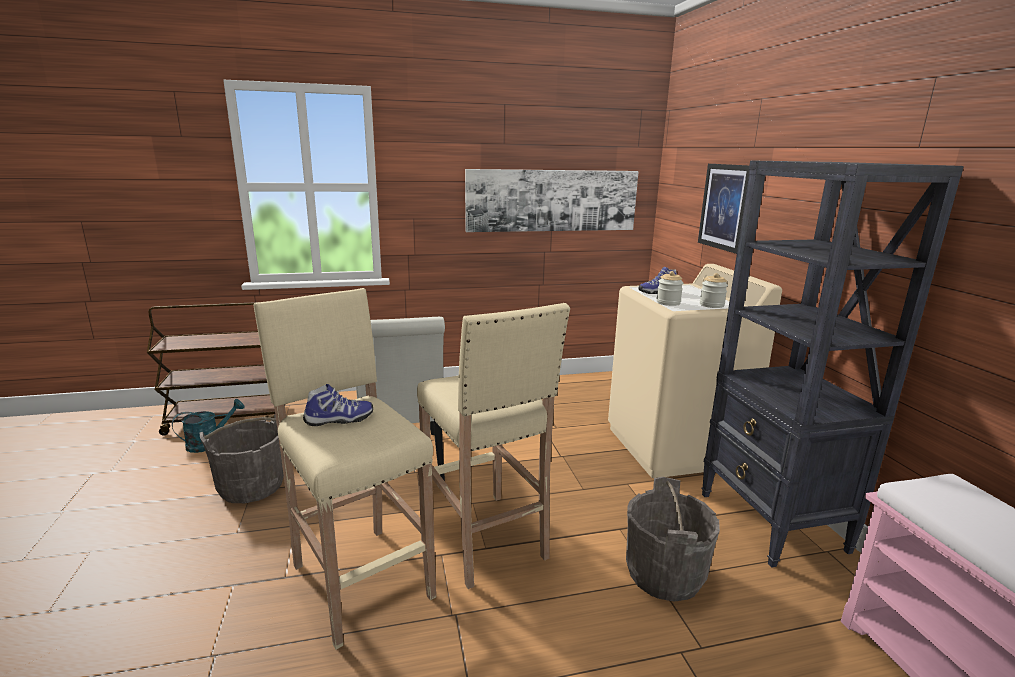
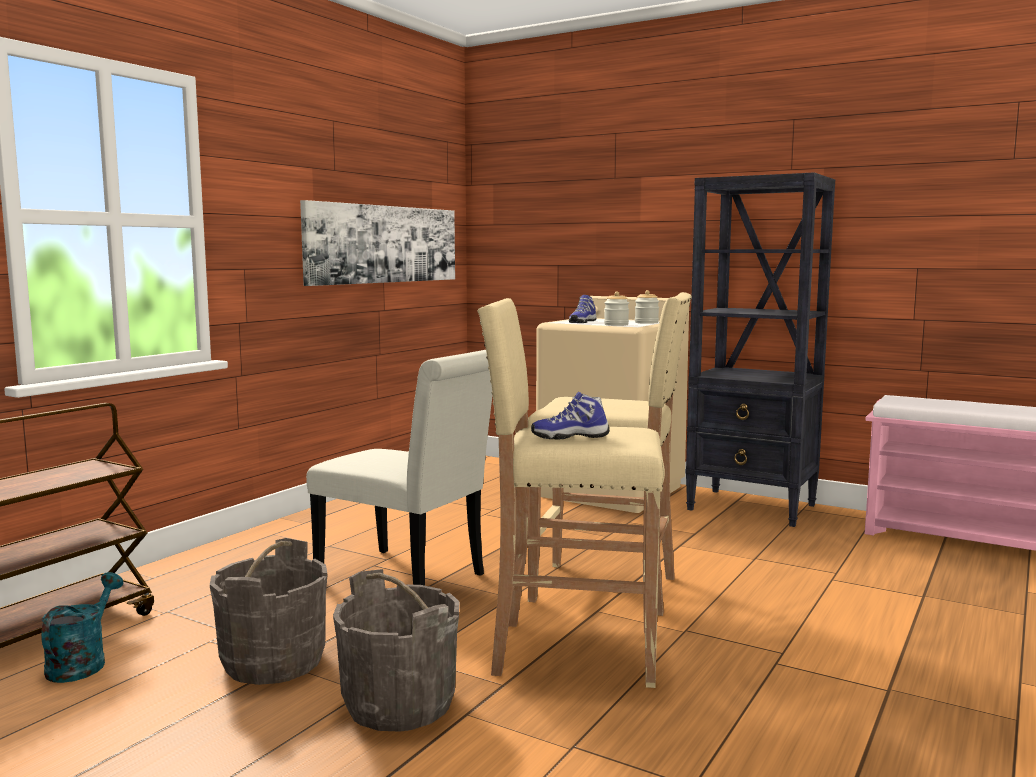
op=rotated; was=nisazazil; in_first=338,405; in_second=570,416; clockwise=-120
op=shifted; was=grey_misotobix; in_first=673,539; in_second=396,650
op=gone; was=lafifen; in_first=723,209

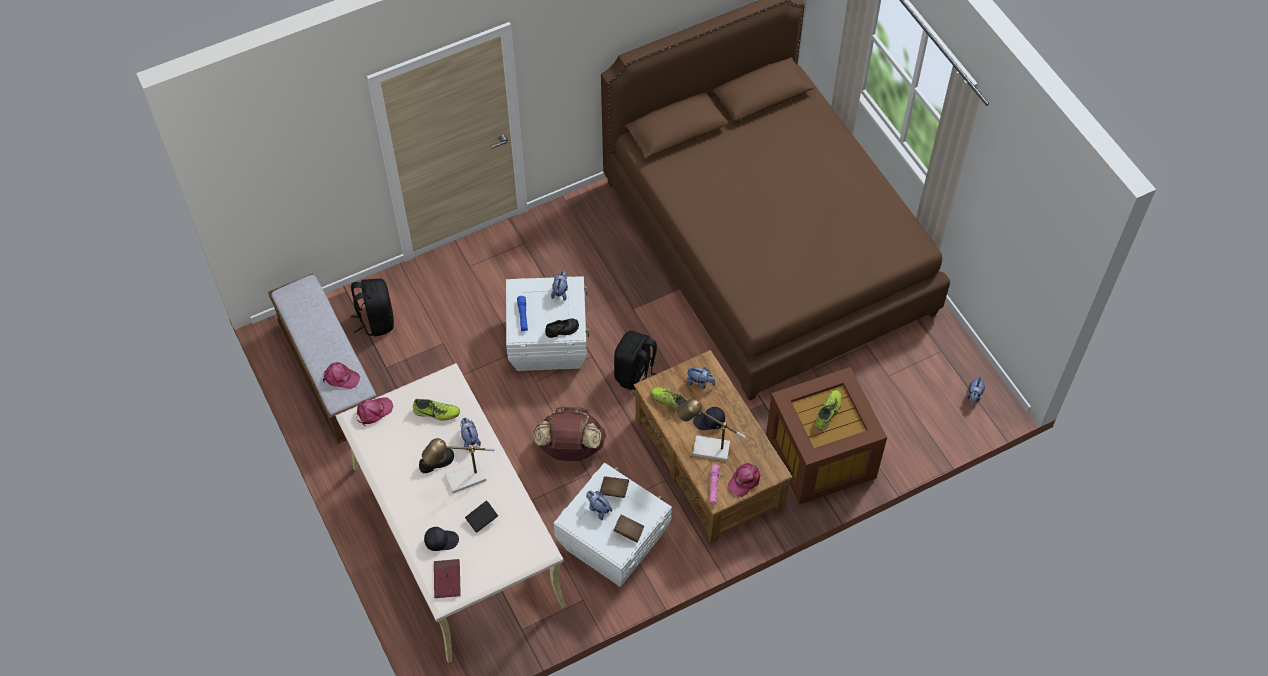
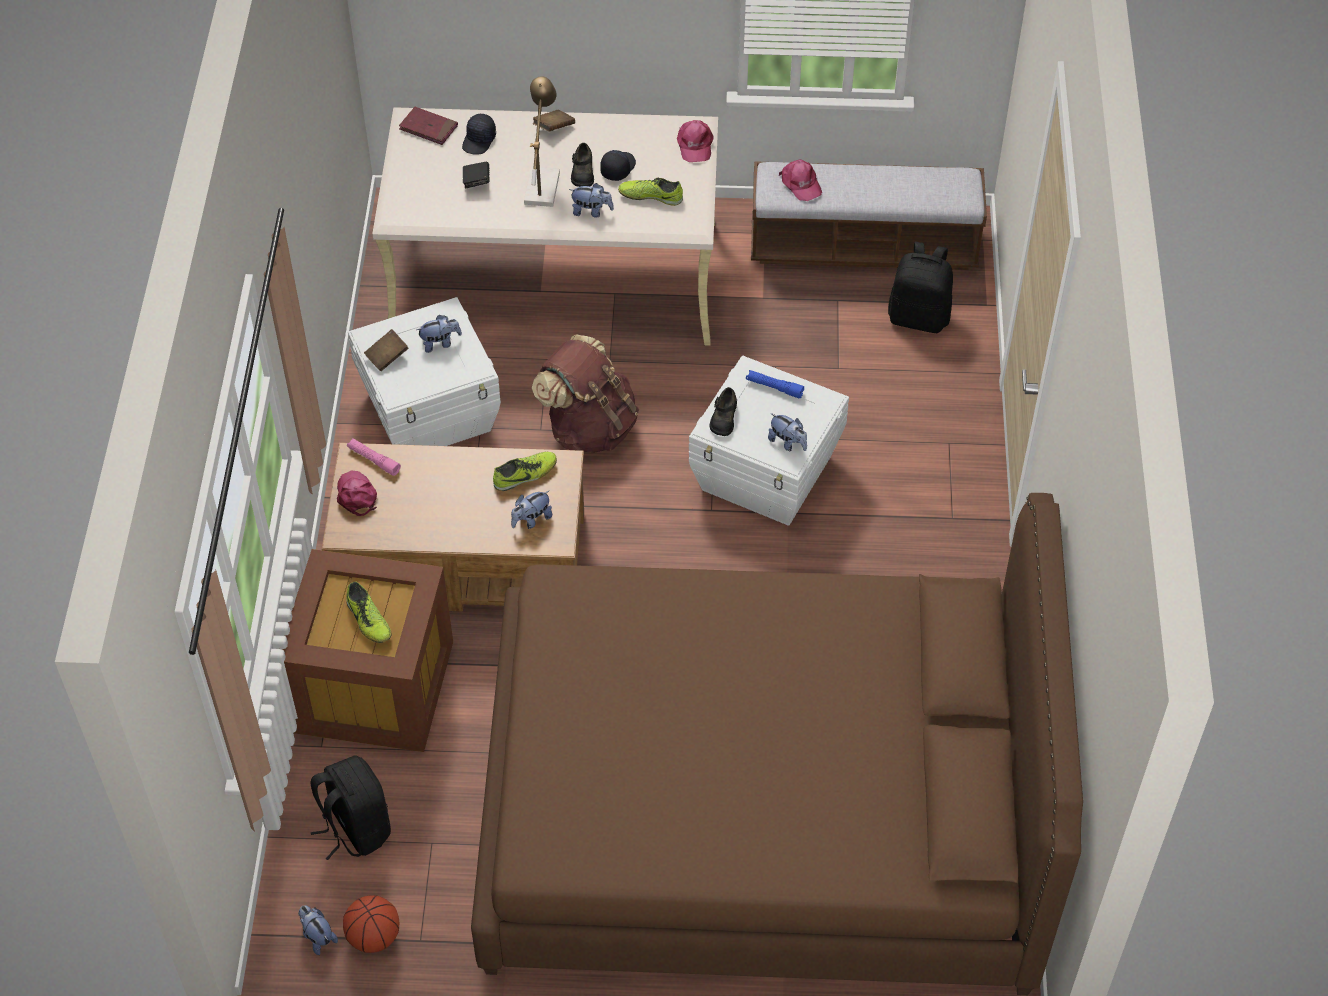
op=rotated; was=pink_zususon; in_first=341,375; in_second=800,180; clockwise=-75
op=rotated; was=nisazazil; in_first=436,410; in_second=650,192; clockwise=60
op=shifted; was=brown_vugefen; in_first=614,487; in_second=554,121
op=shifted; was=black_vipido; in_first=635,360; in_second=350,808
op=gone; was=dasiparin; in_first=711,430
op=shifted; was=black_zususon; in_first=709,418; in_second=618,165
op=new; now=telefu; in_second=371,924

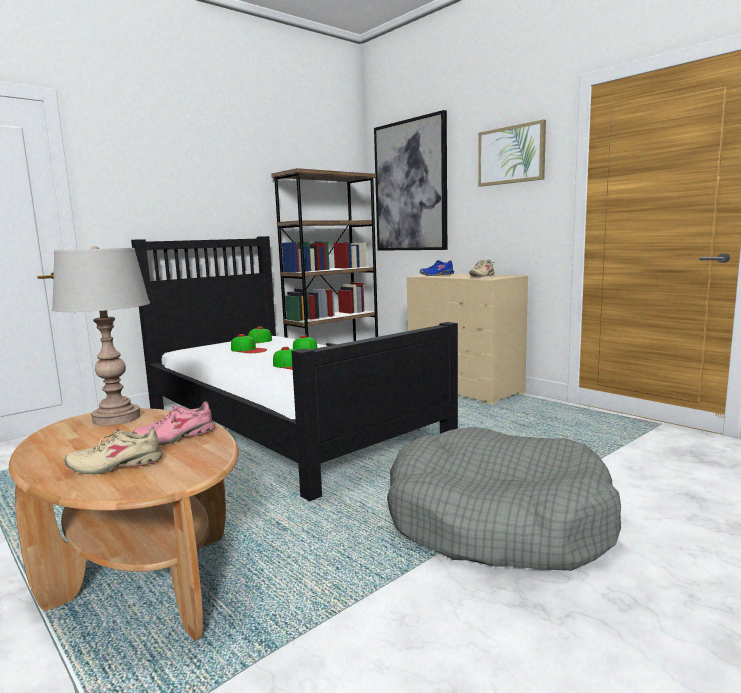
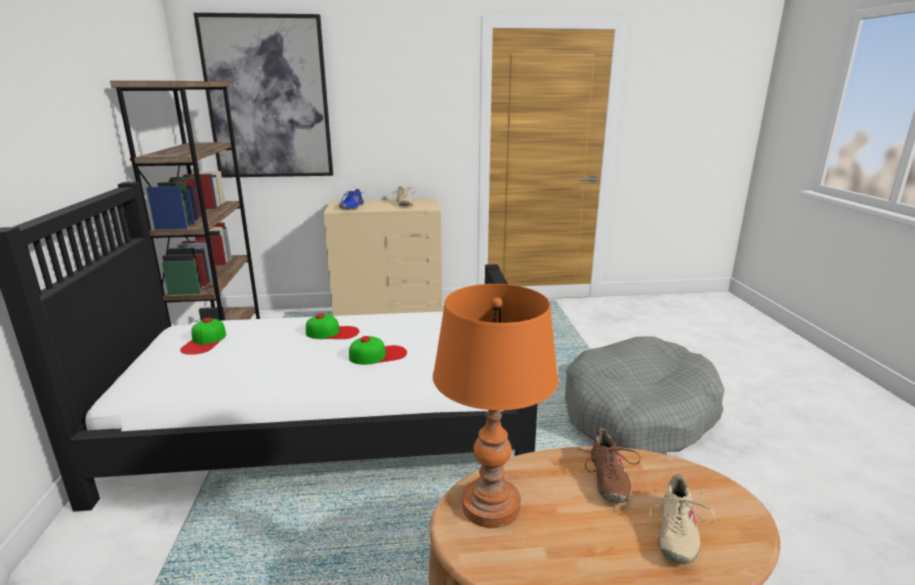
op=repainted; was=grey_dasiparin; now=orange_dasiparin; in_first=101,336; in_second=496,406
op=repainted; was=pink_nisazazil; now=brown_nisazazil; in_first=174,423; in_second=609,465
op=gone; was=zususon; in_first=249,343
op=gone; was=lafifen; in_first=512,153

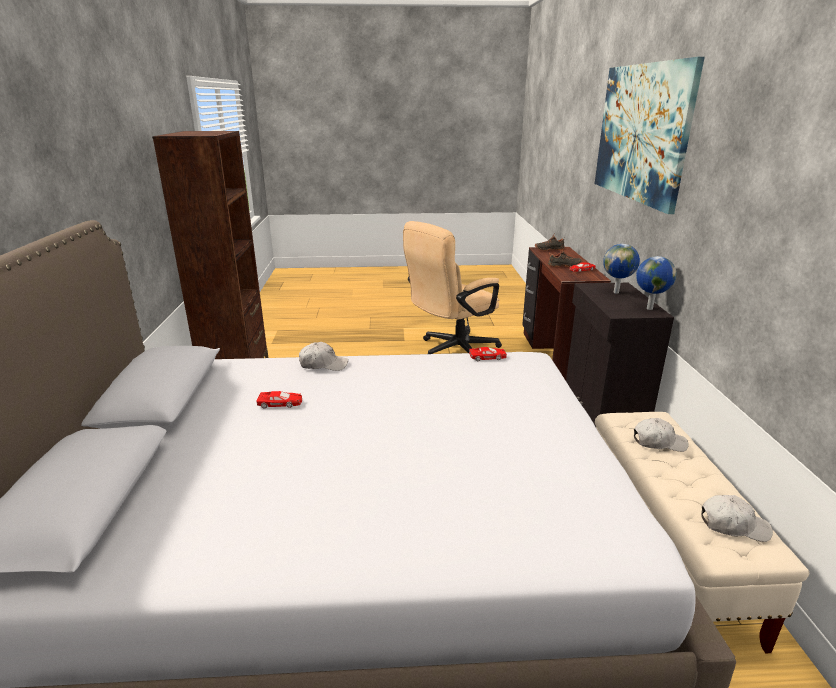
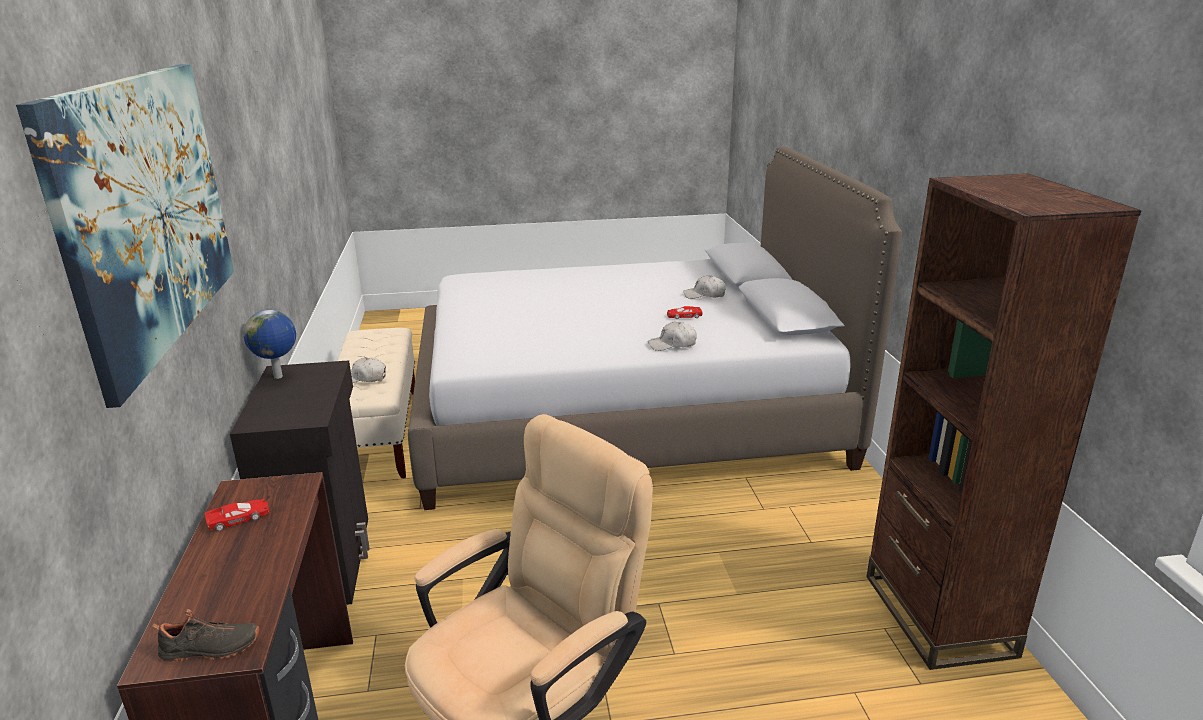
op=gone; was=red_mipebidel; in_first=488,354
op=gone; was=black_nisazazil; in_first=565,257
op=gone; was=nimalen; in_first=621,269
op=shifted; was=white_zususon; in_first=737,518; in_second=704,287

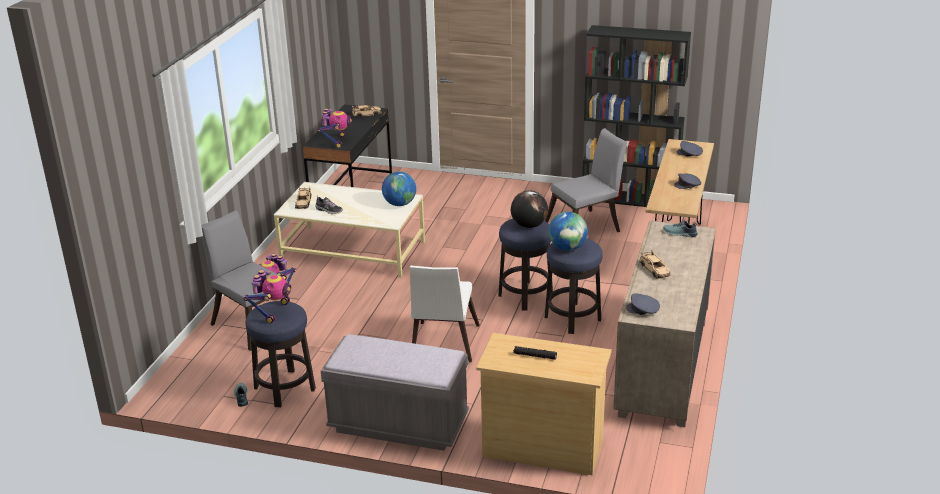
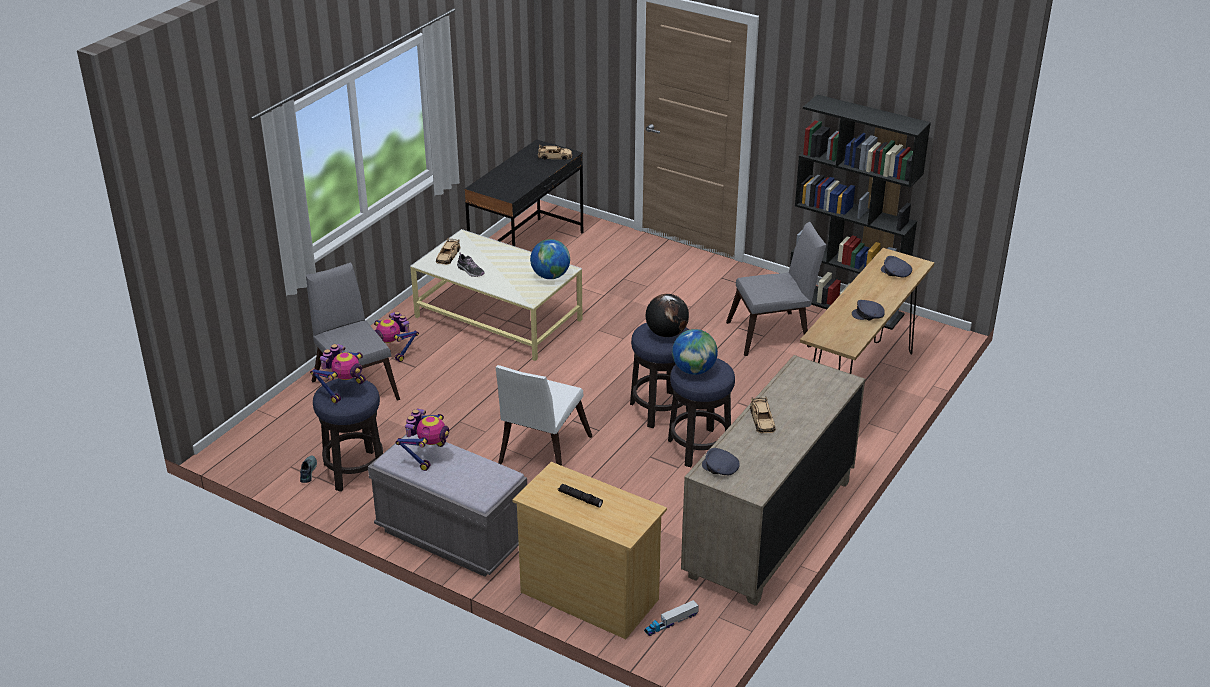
op=shifted; was=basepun; in_first=334,128; in_second=422,440
op=gone; was=nisazazil; in_first=680,229
op=new; now=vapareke; in_second=671,618

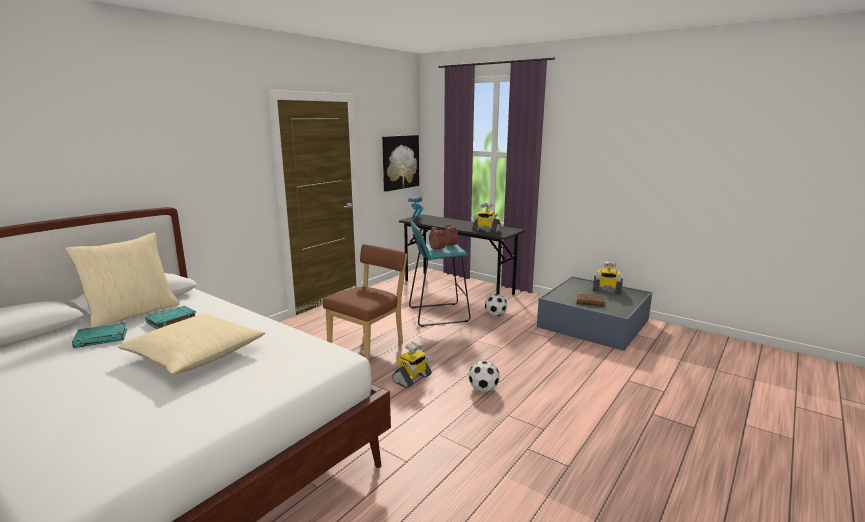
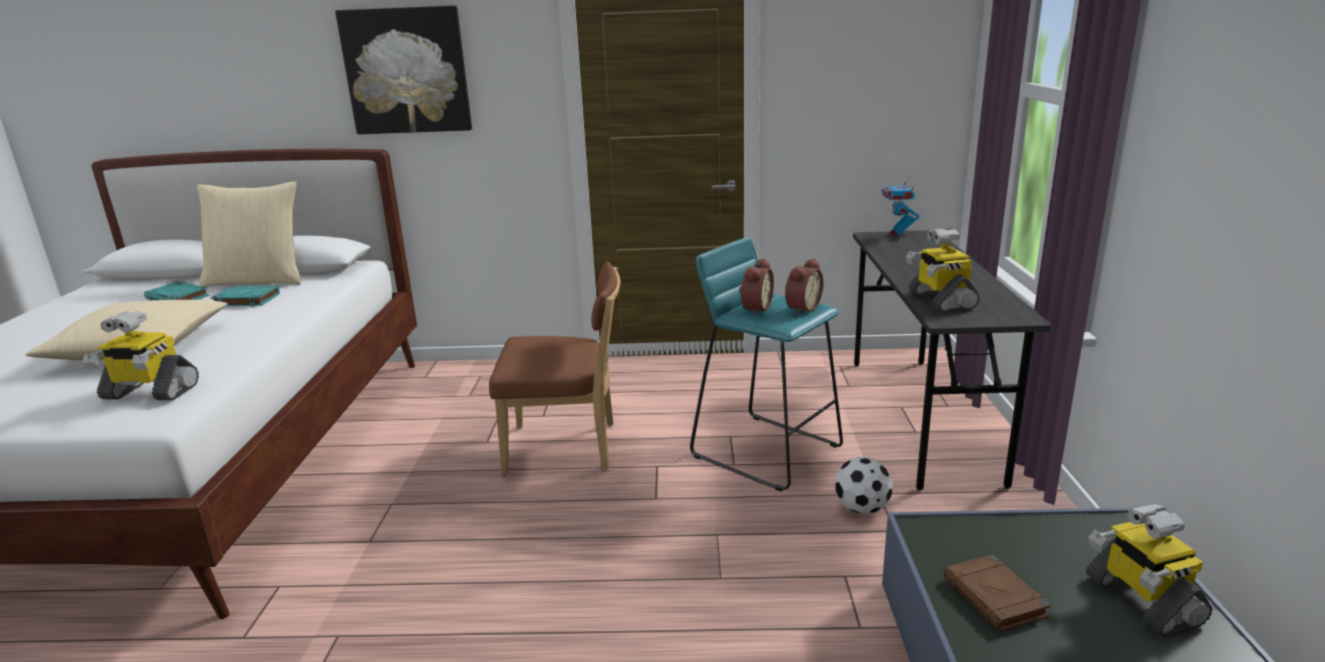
op=shifted; was=lafifen; in_first=400,163; in_second=403,70
op=shifted; was=basepun; in_first=412,365; in_second=140,355
op=gone; was=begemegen; in_first=484,376

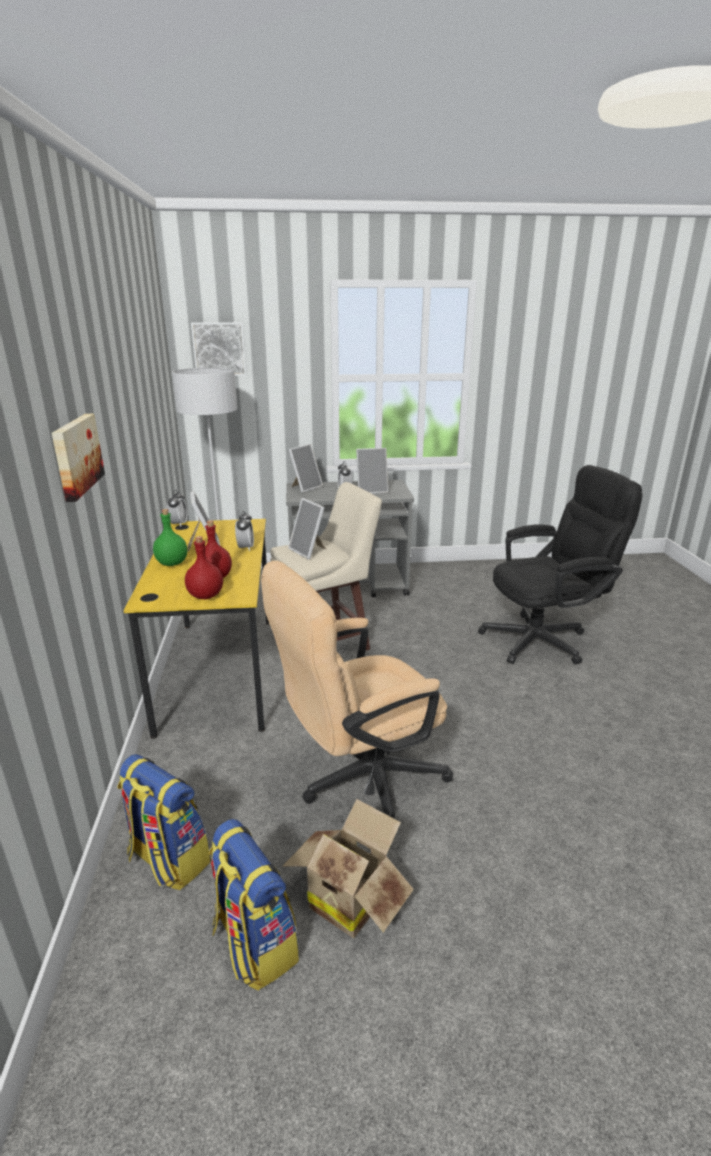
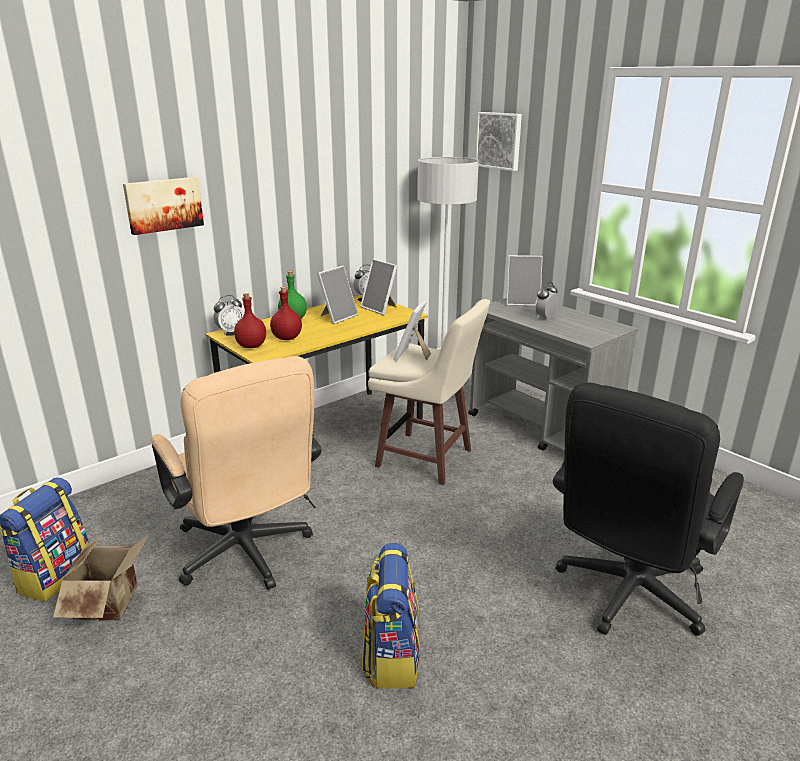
op=shifted; was=vipido; in_first=164,822; in_second=391,616
op=shifted; was=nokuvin; in_first=244,530; in_second=229,315
op=rotated; was=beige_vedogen; in_first=357,690; in_second=237,473; clockwise=-150
op=shifted; was=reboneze; in_first=372,471; in_second=378,287
op=rotated; was=black_vedogen; in_first=560,564; in_second=648,509; clockwise=90

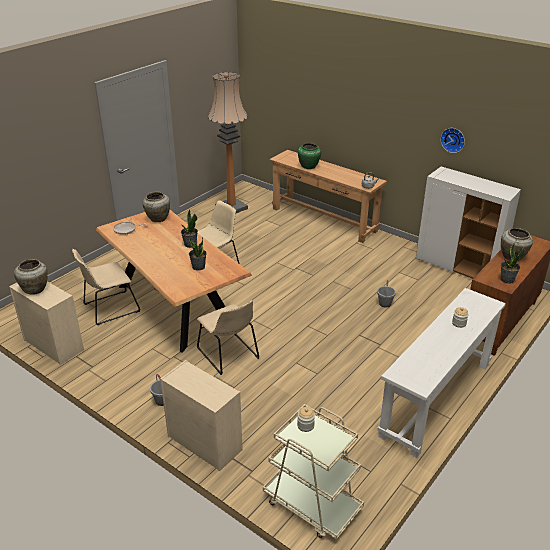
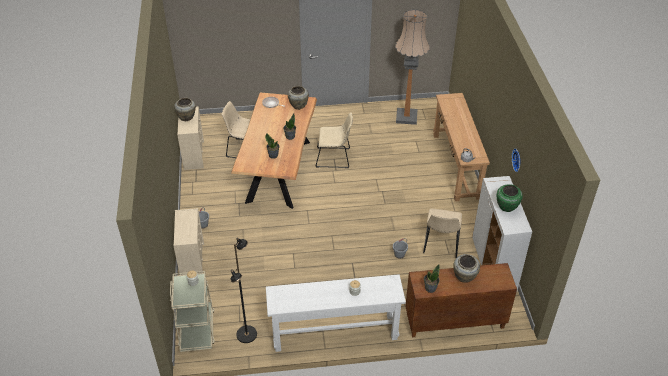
op=shifted; was=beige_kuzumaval; in_first=228,337; in_second=442,233
op=shifted; was=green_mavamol; in_first=309,156; in_second=510,198
op=new; now=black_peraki; in_second=244,290

